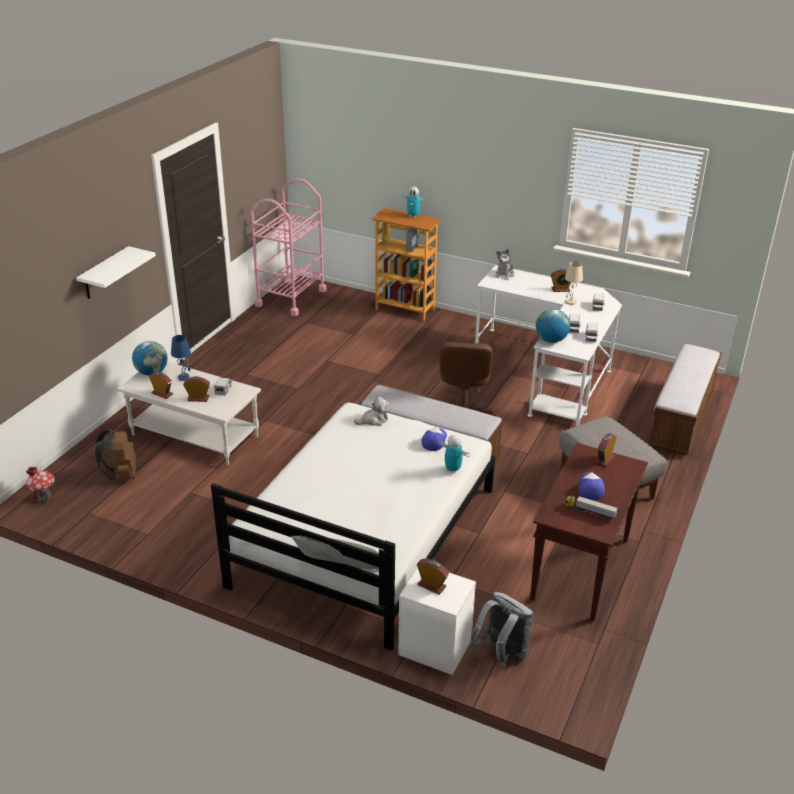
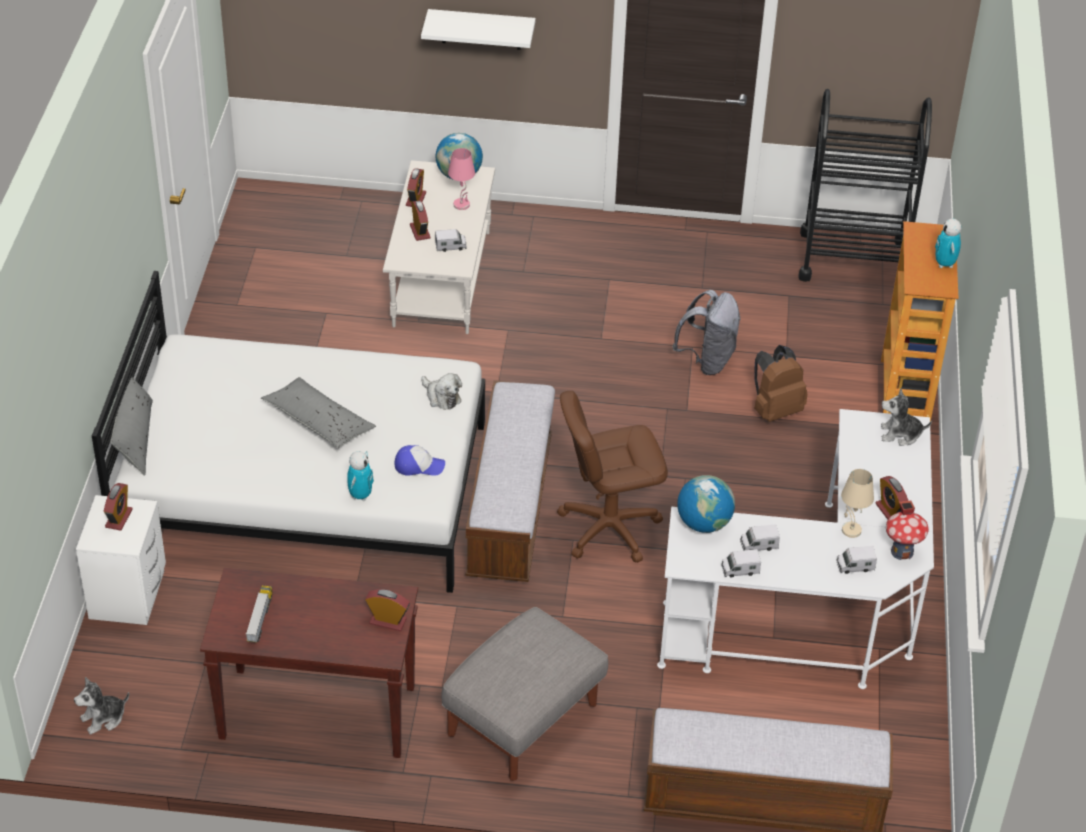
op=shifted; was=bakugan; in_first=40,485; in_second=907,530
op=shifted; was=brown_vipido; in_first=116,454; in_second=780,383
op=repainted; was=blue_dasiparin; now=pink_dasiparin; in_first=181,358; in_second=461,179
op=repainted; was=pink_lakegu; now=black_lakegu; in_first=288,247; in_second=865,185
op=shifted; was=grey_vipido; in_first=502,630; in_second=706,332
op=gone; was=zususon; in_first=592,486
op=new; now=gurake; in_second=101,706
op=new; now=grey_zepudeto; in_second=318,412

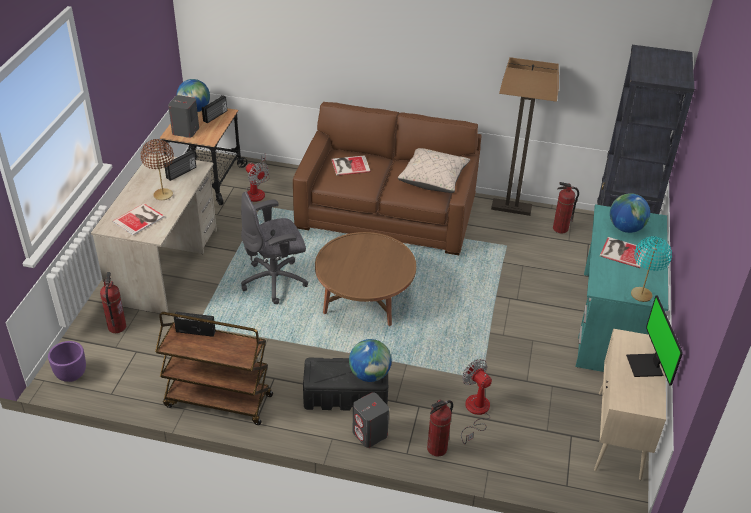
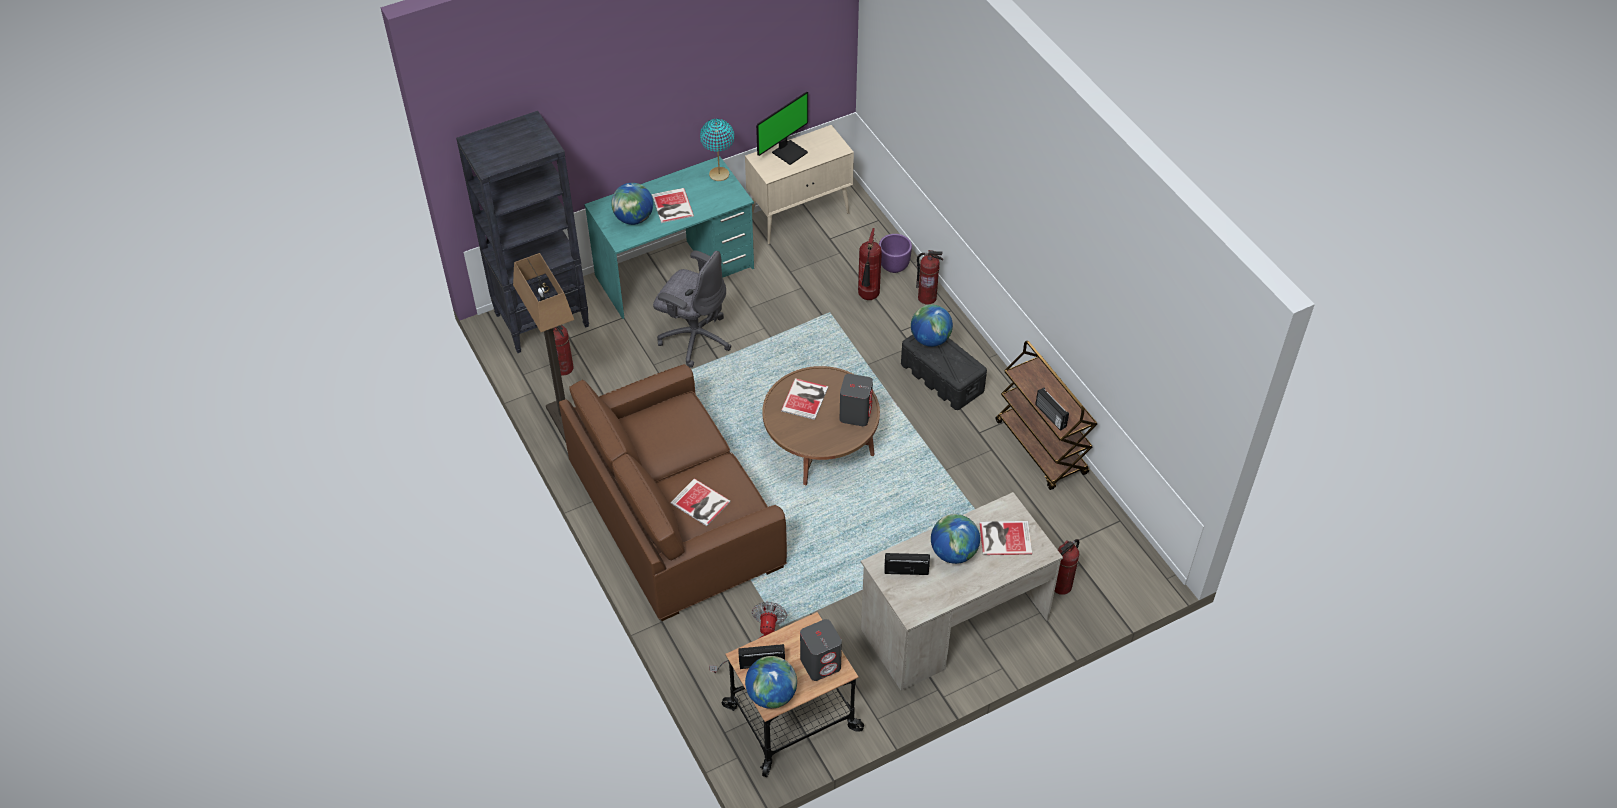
op=shifted; was=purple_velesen; in_first=67,361; in_second=895,253
op=swapped; was=brown_dasiparin; now=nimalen; in_first=157,169; in_second=955,539
op=shifted; was=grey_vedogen; in_first=274,247; in_second=692,309
op=shifted; was=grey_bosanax; in_first=371,420; in_second=856,400
op=gone; was=beige_zepudeto; in_first=434,170
op=swapped; was=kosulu; now=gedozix; in_first=476,401; in_second=870,264
op=new; now=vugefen; in_second=804,399

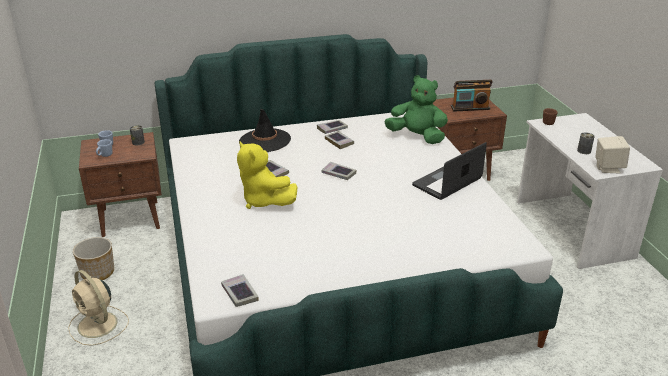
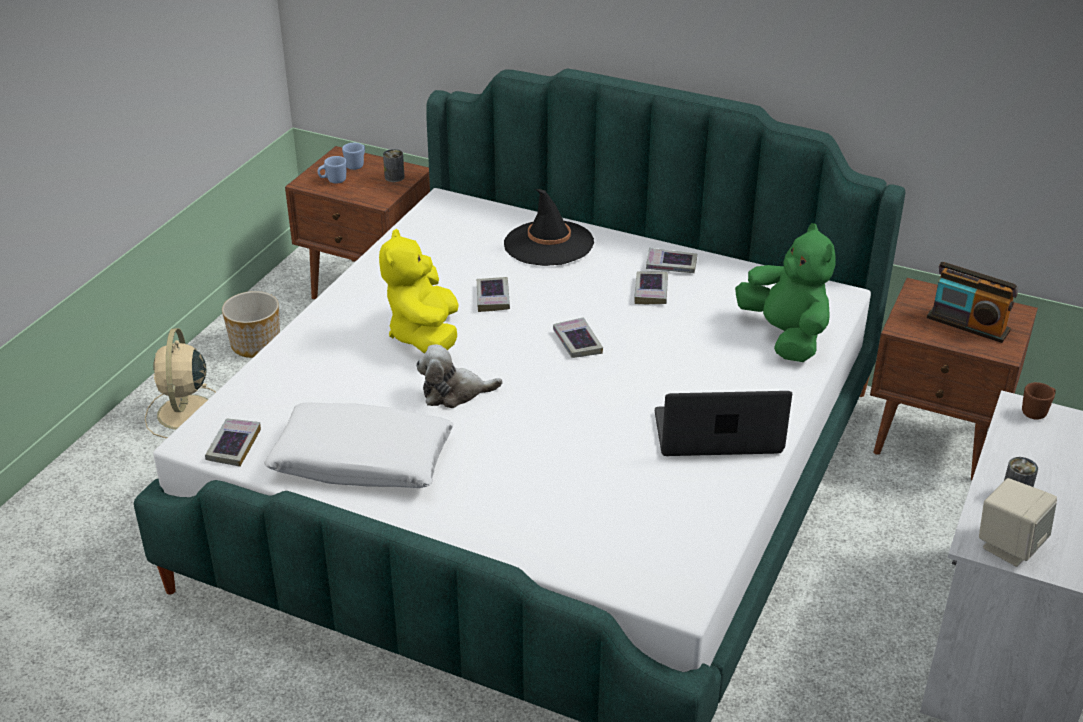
op=new; now=white_zepudeto; in_second=359,445
op=new; now=gurake; in_second=459,376

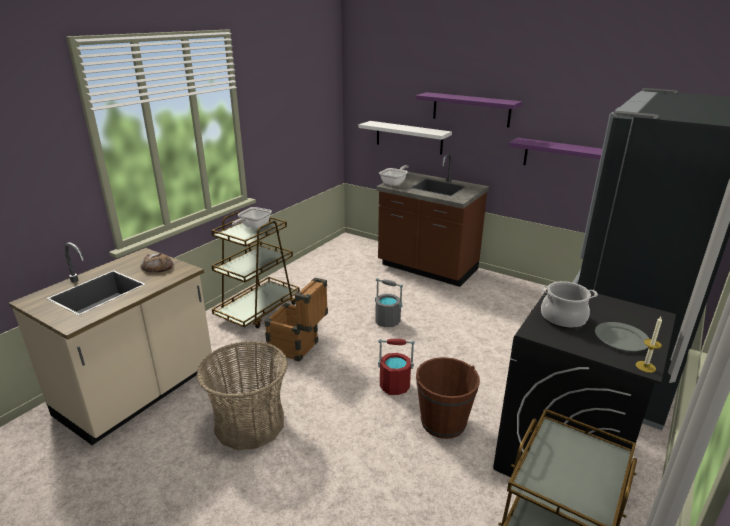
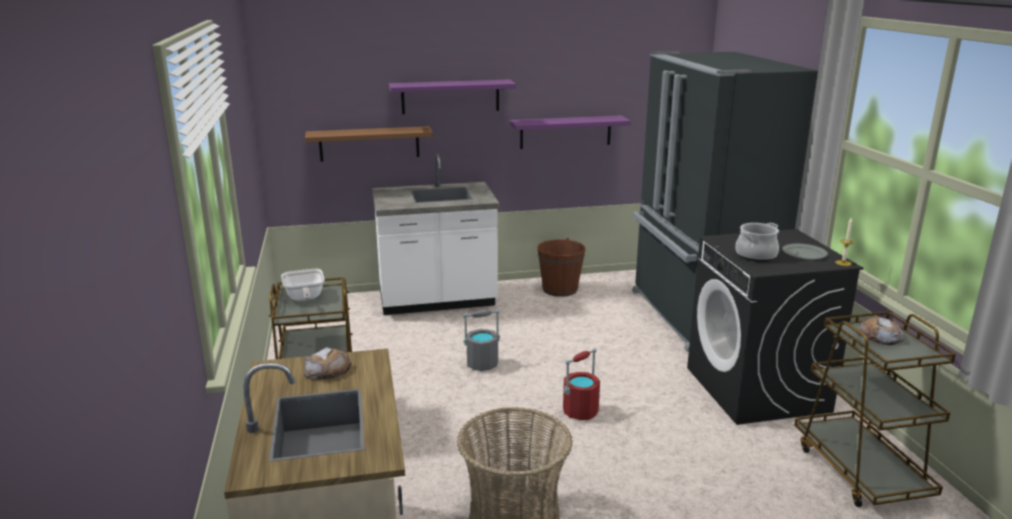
op=gone; was=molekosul; in_first=296,320
op=repainted; was=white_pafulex; now=brown_pafulex; in_first=405,138; in_second=369,144
op=repainted; was=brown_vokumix; now=white_vokumix; in_first=432,220; in_second=435,234
op=gone; was=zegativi; in_first=394,175
op=shifted; was=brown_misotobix; in_first=448,398; in_second=561,267
op=new; now=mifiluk; in_second=881,330

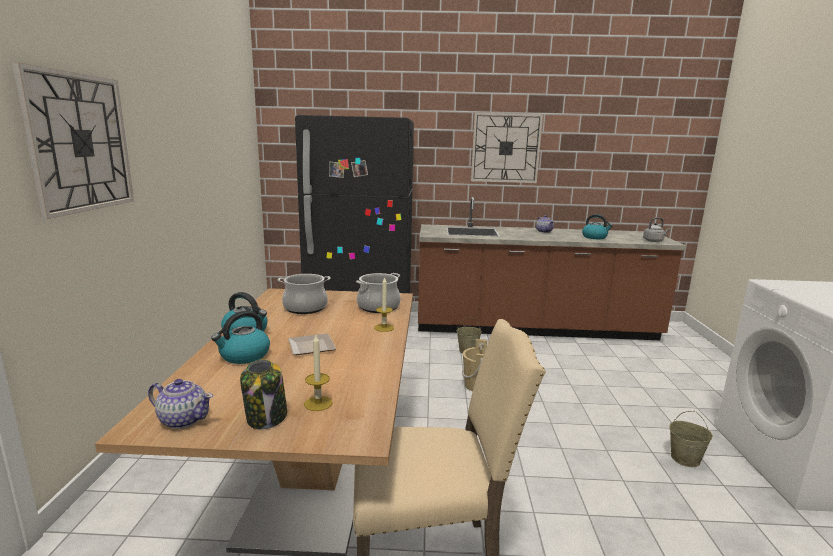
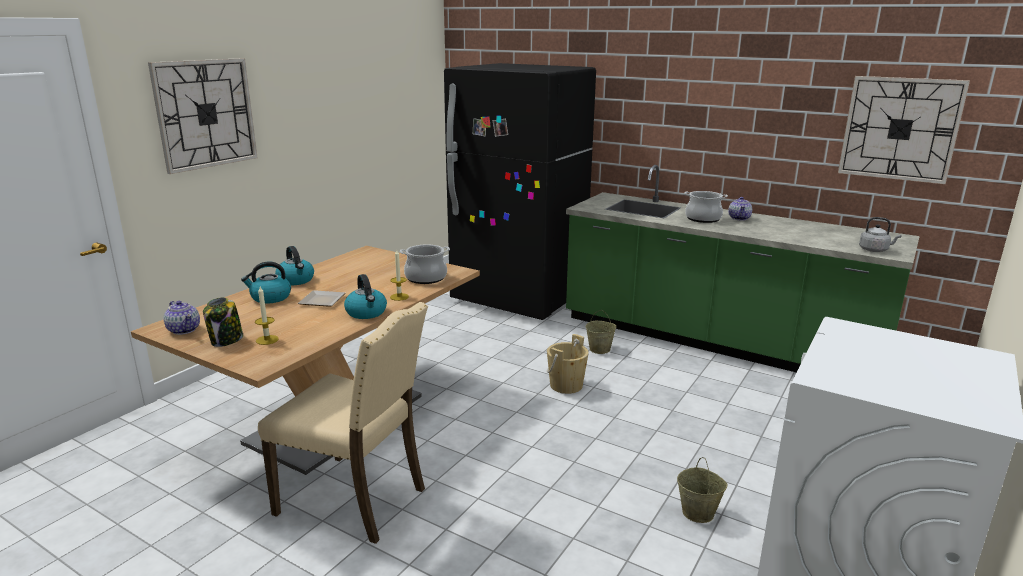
op=shifted; was=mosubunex; in_first=304,294; in_second=706,207
op=repainted; was=brown_vokumix; now=green_vokumix; in_first=552,268; in_second=743,269
op=shifted; was=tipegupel; in_first=507,147; in_second=904,130
op=shifted; was=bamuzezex; in_first=597,226; in_second=365,296

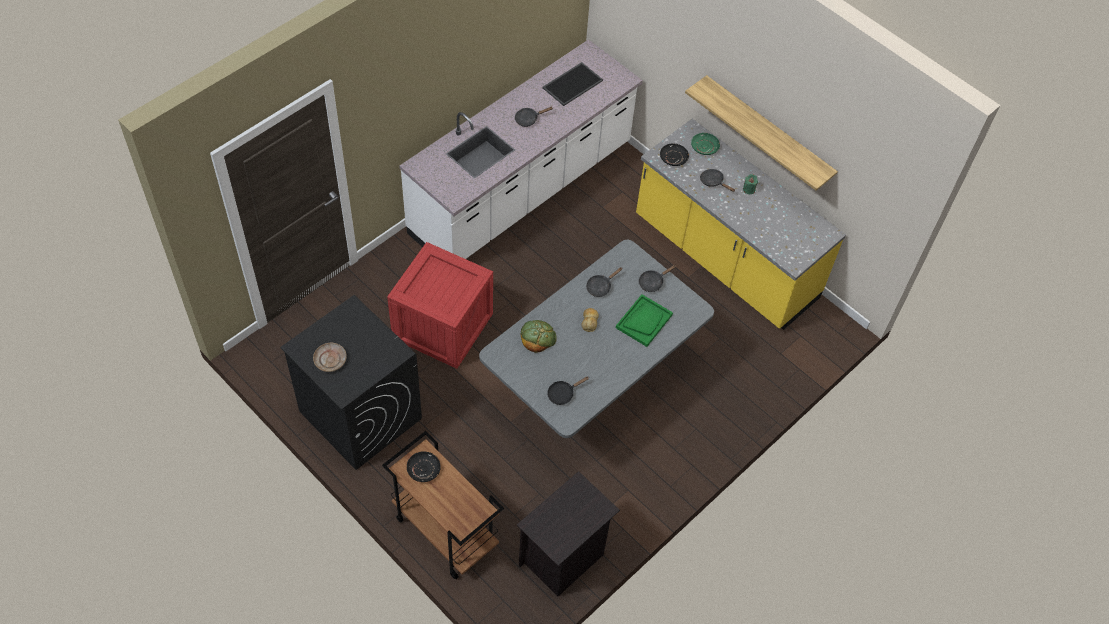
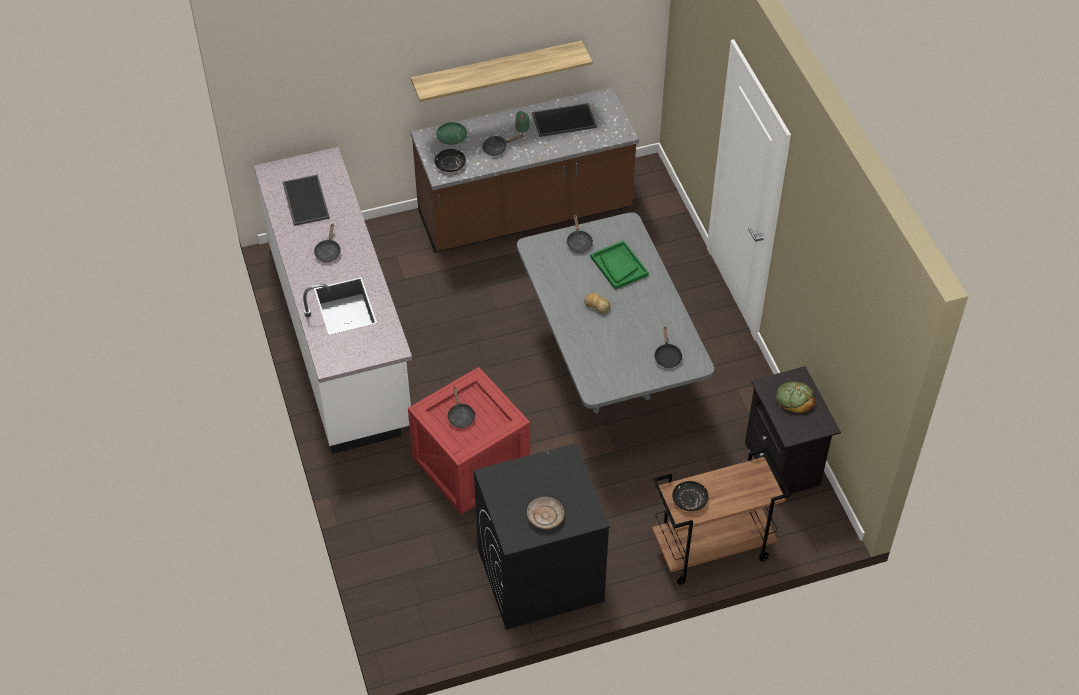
op=shifted; was=mifiluk; in_first=539,336; in_second=795,397
op=shifted; was=black_zegativi; in_first=604,282; in_second=461,407
op=repainted; was=yellow_vokumix; now=brown_vokumix; in_first=741,224; in_second=525,170
op=new; now=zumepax; in_second=564,120

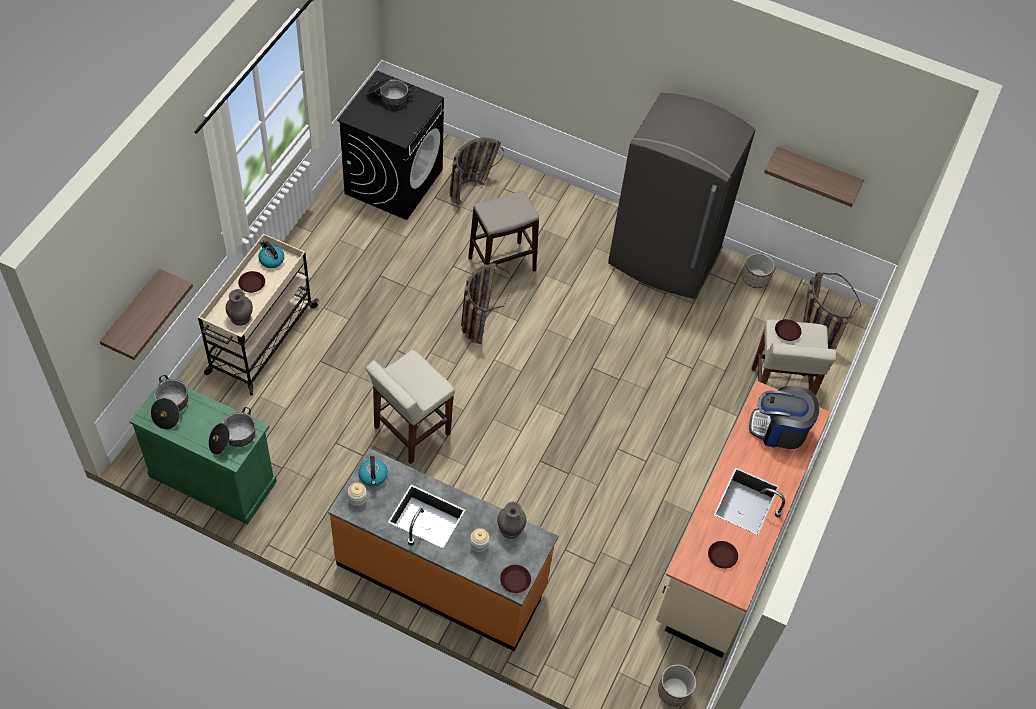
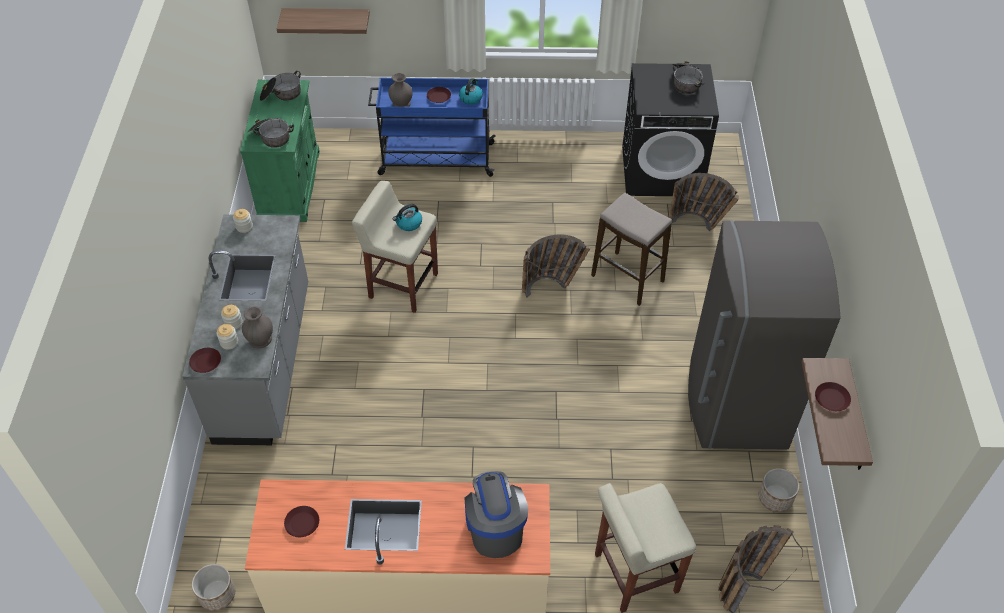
op=repainted; was=beige_lakegu; now=blue_lakegu; in_first=258,314; in_second=432,127
op=repainted; was=orange_vokumix; now=grey_vokumix; in_first=443,549; in_second=245,329
op=shifted; was=bamuzezex; in_first=373,471; in_second=407,217
op=shifted; was=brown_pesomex; in_first=788,330; in_second=833,396
op=new; now=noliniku; in_second=227,336

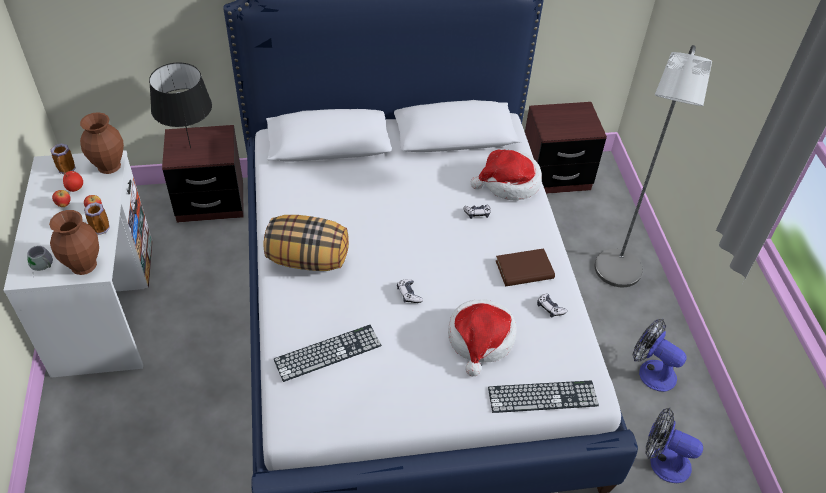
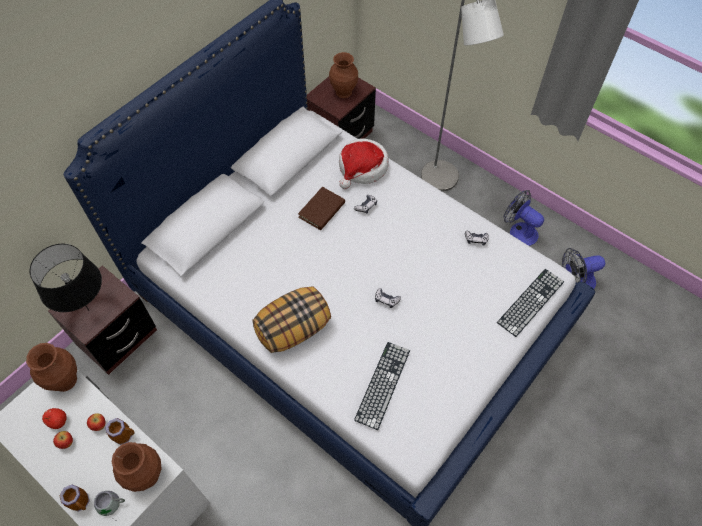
op=shifted; was=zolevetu; in_first=63,159; in_second=74,498
op=gone; was=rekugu; in_first=482,338
op=shifted; was=brown_vugefen; in_first=525,267; in_second=321,208
op=rotated; was=kosulu; in_first=660,355; in_second=524,218; clockwise=45
op=new; now=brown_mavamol; in_second=343,75

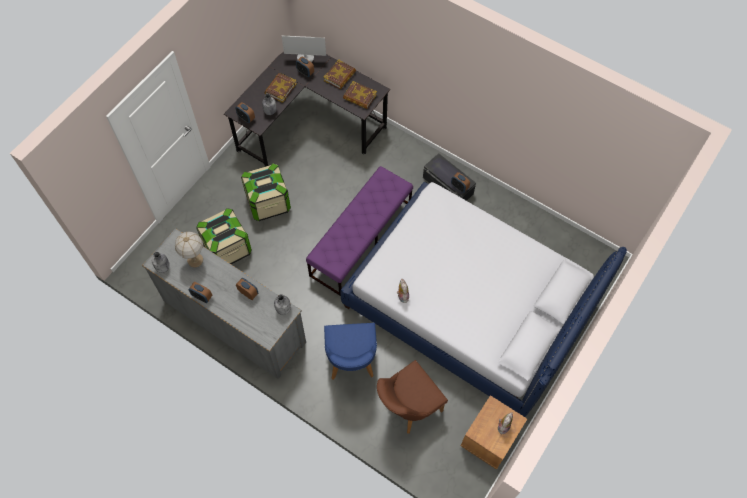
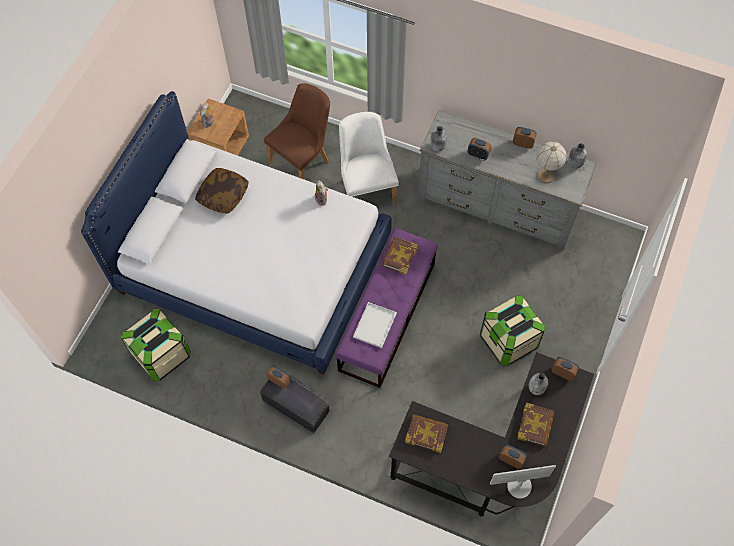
op=shifted; was=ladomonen; in_first=224,236; in_second=155,345
op=shifted; was=vugefen; in_first=339,74; in_second=400,256
op=repainted; was=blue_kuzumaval; now=white_kuzumaval; in_first=350,351; in_second=369,158
op=new; now=zepudeto; in_second=222,190
op=new; now=white_zumepax; in_second=375,325

